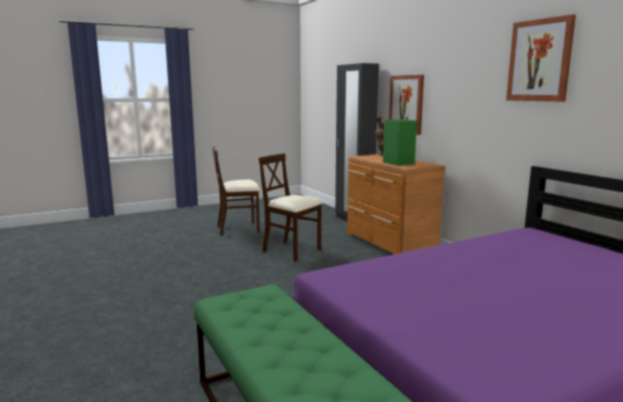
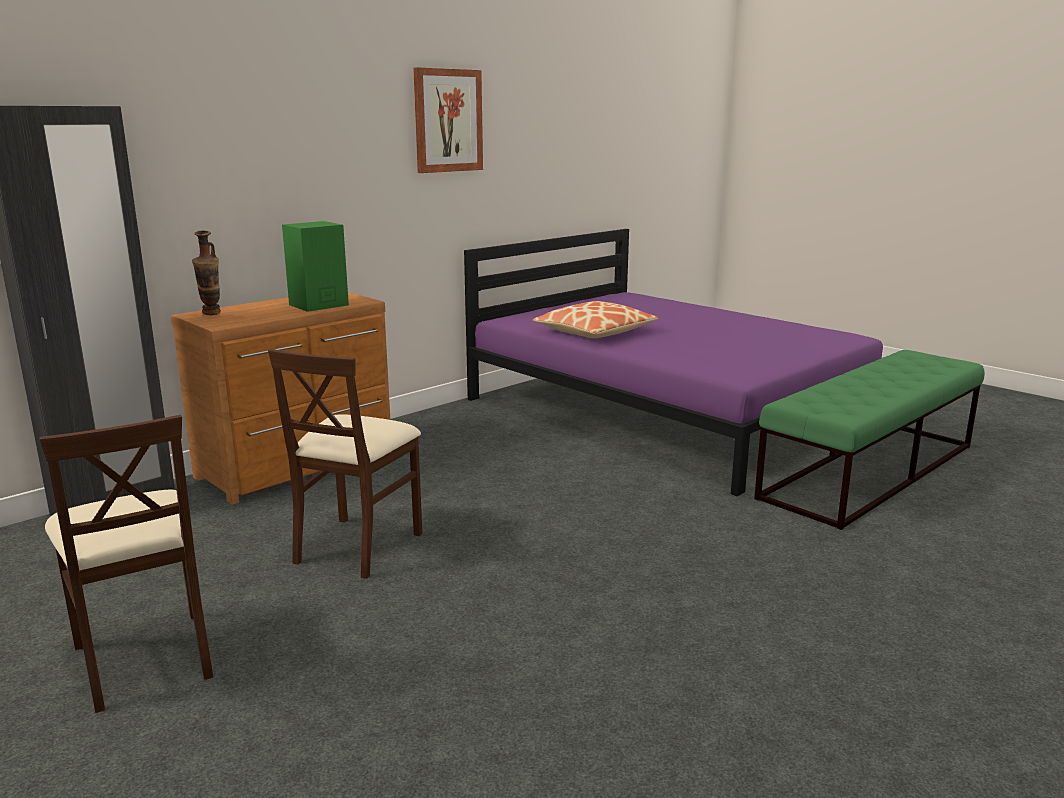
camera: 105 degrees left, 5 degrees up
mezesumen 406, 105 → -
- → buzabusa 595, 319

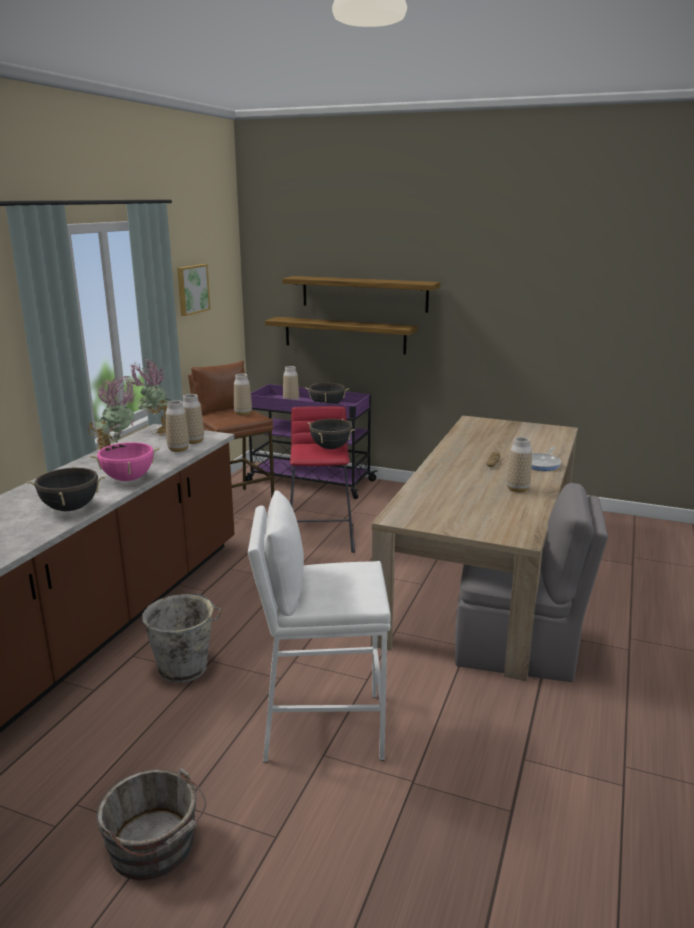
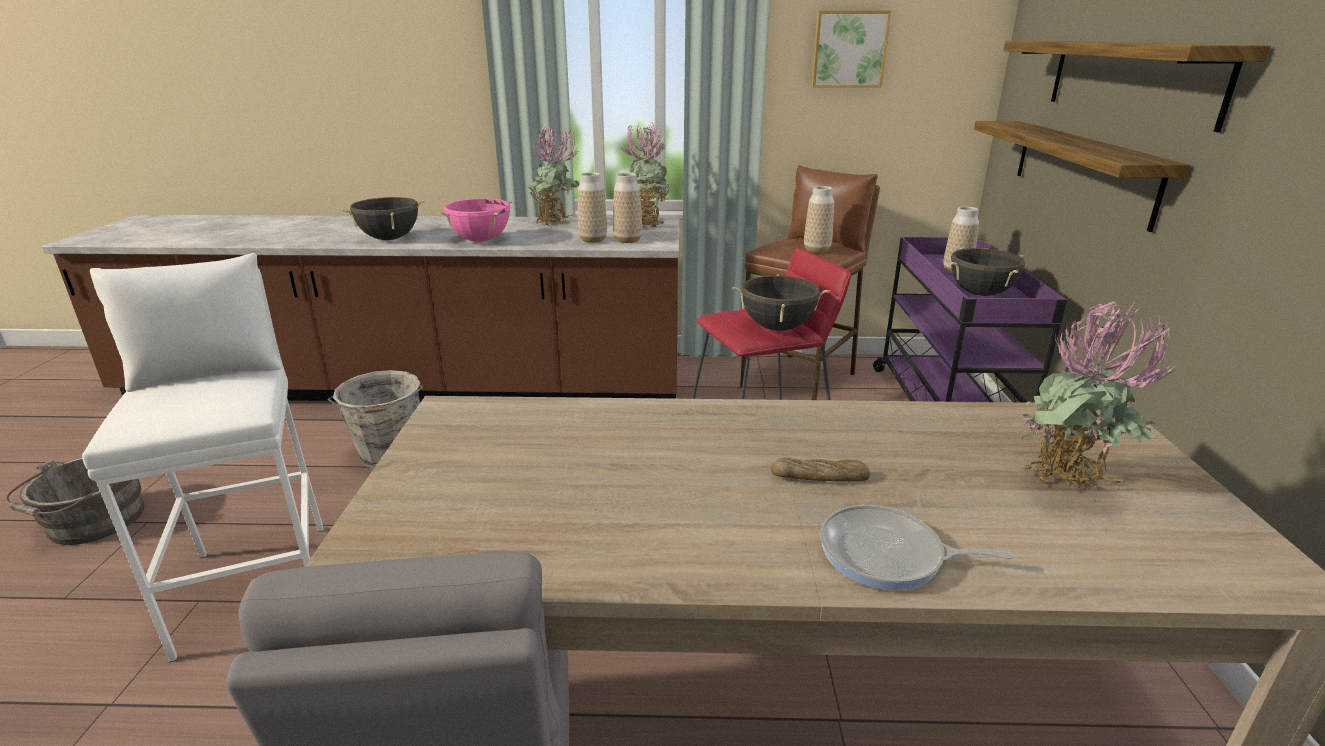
camera: 70 degrees right, 5 degrees up
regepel 519, 465 → -
- → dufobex 1098, 395

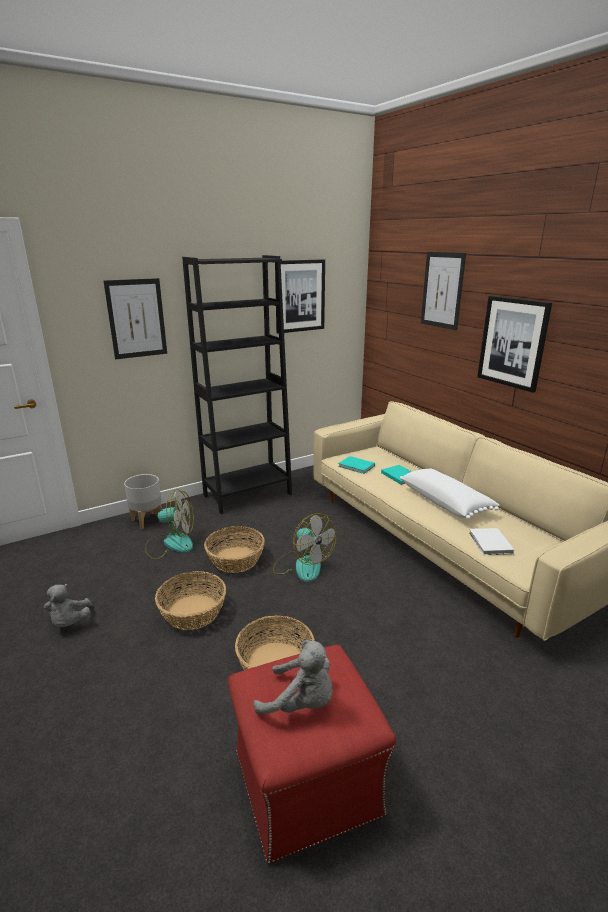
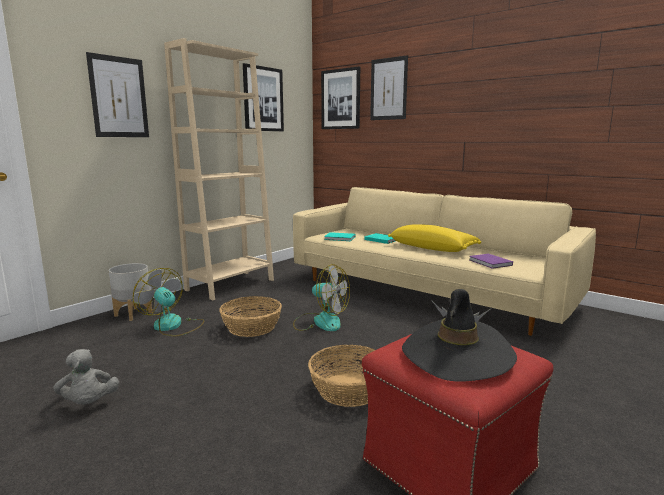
camera: 20 degrees left, 10 degrees down
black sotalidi 237, 384 → beige sotalidi 219, 169
mezesumen 514, 344 → mezesumen 340, 98, move
white buzabusa 449, 494 → yellow buzabusa 434, 238
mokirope 169, 524 → mokirope 168, 302, 120 degrees counterclockwise
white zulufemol 491, 541 → purple zulufemol 491, 261
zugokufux 190, 600 → -
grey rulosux 293, 677 → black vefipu 459, 335

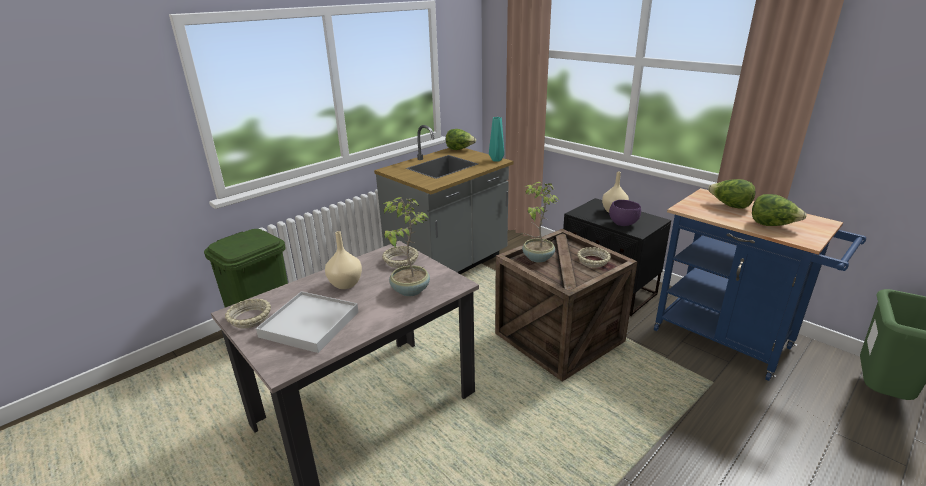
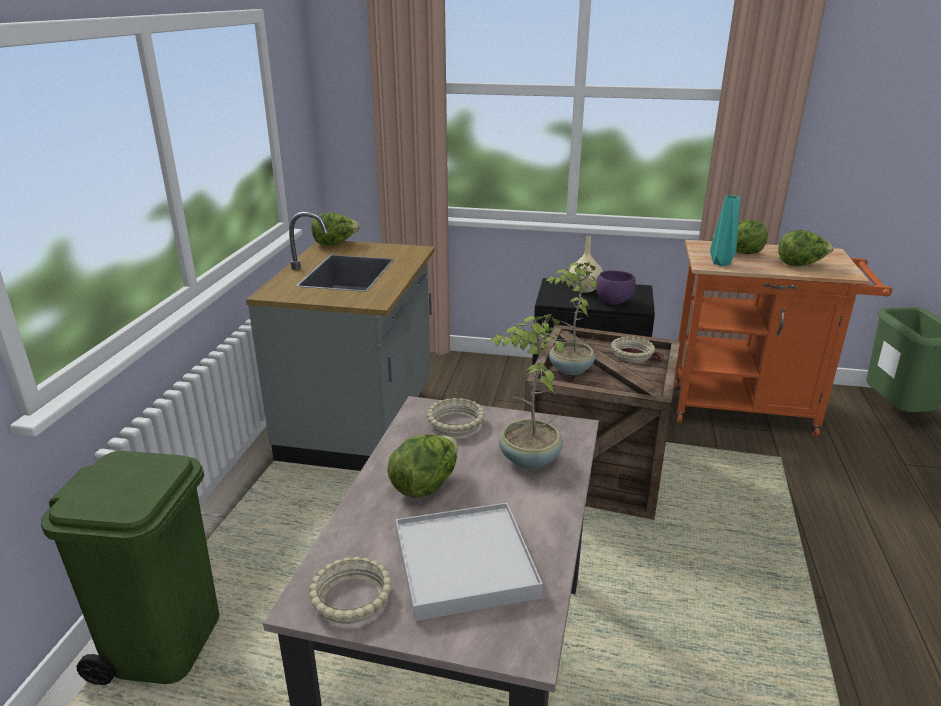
camera: 35 degrees left, 0 degrees up
turquoise regepel 496, 139 → turquoise regepel 725, 230, move
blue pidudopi 760, 284 → orange pidudopi 783, 338
beige regepel 343, 260 → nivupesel 422, 466

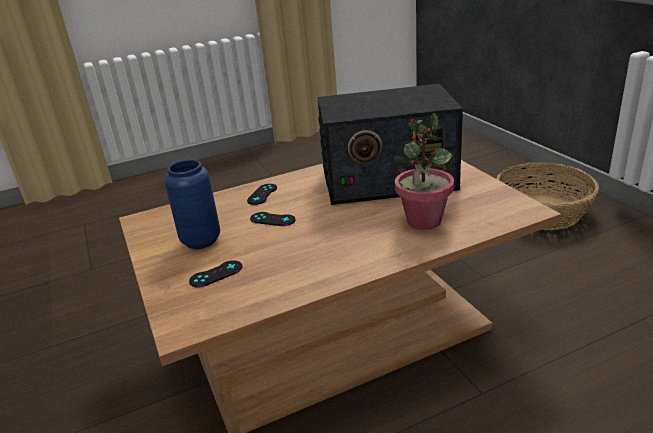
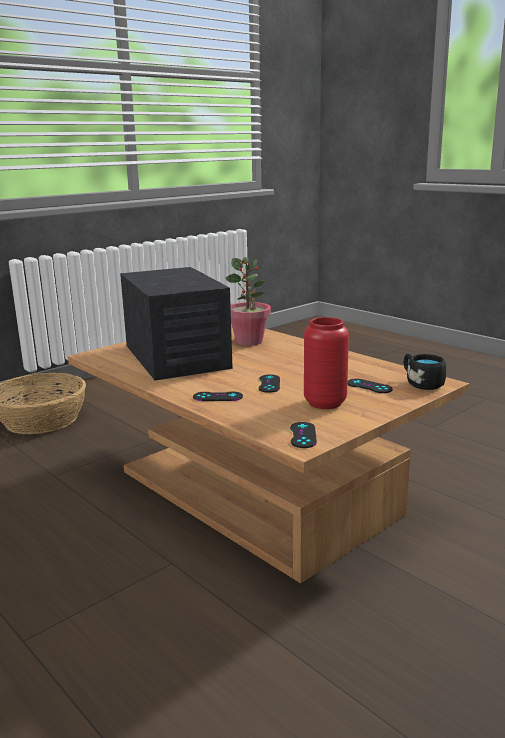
camera: 110 degrees left, 10 degrees down
blue regepel 192, 204 → red regepel 326, 363
- → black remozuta 425, 372
- → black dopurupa 303, 435

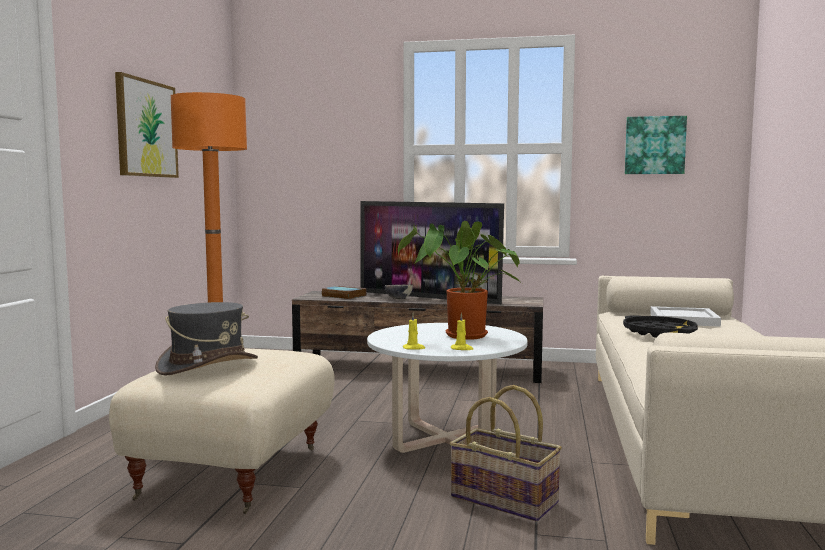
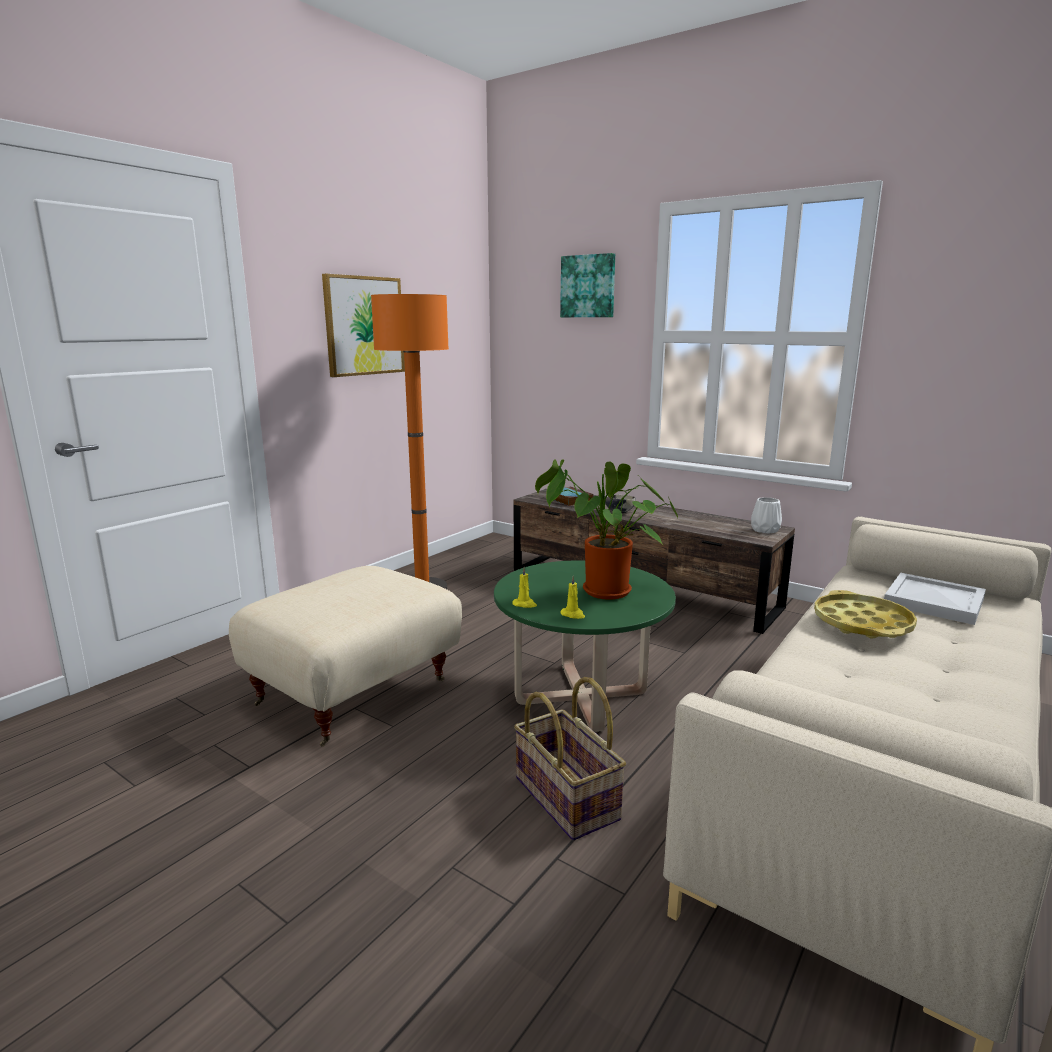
camera: 25 degrees right, 10 degrees up
mezesumen 656, 145 → mezesumen 587, 285, move
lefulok 432, 252 → -
grey vefipu 206, 339 → -
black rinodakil 660, 326 → yellow rinodakil 865, 614
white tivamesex 447, 388 → green tivamesex 585, 646
- → white regepel 766, 515

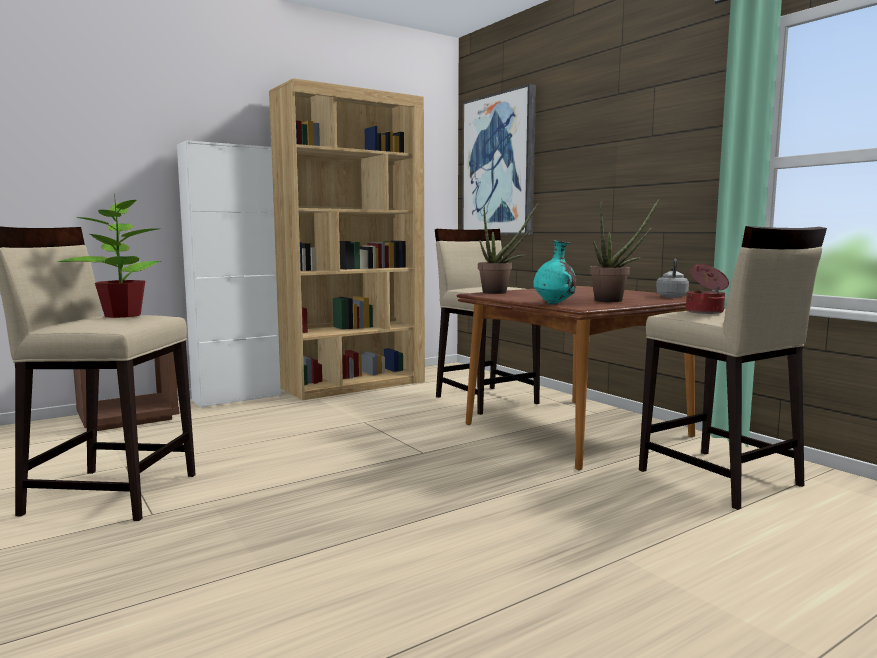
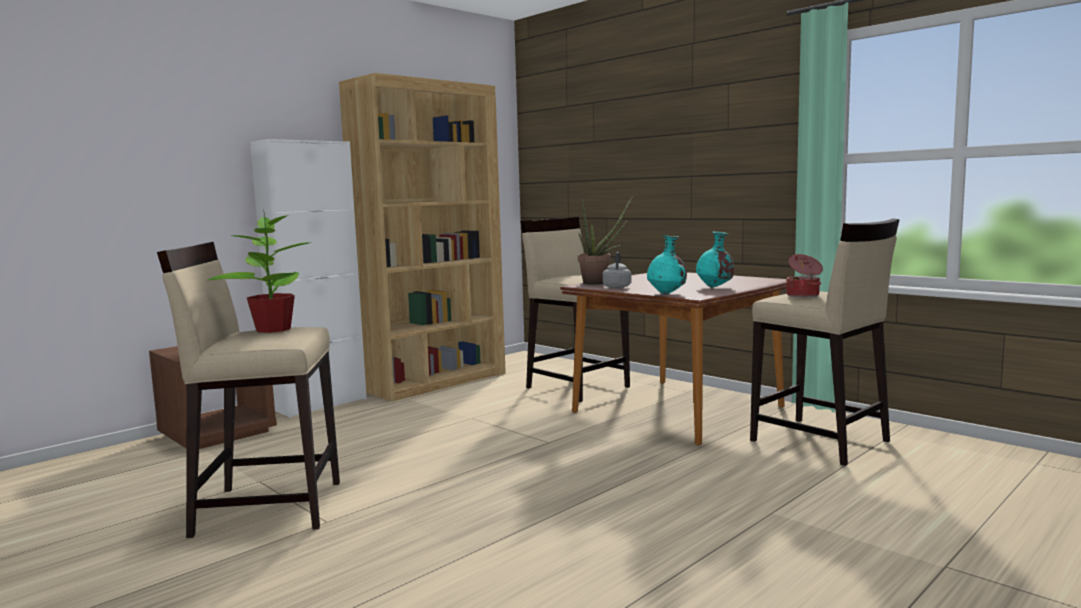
camera: 10 degrees left, 0 degrees up
mezesumen 499, 159 → -
dufobex 624, 250 → turquoise regepel 715, 259
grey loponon 672, 278 → grey loponon 616, 269, move

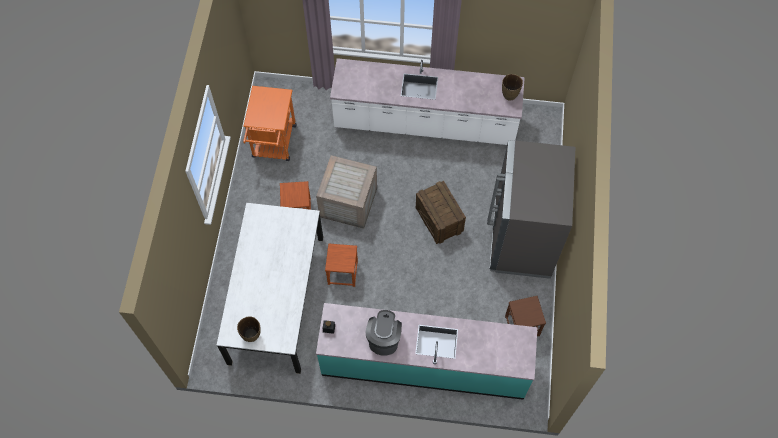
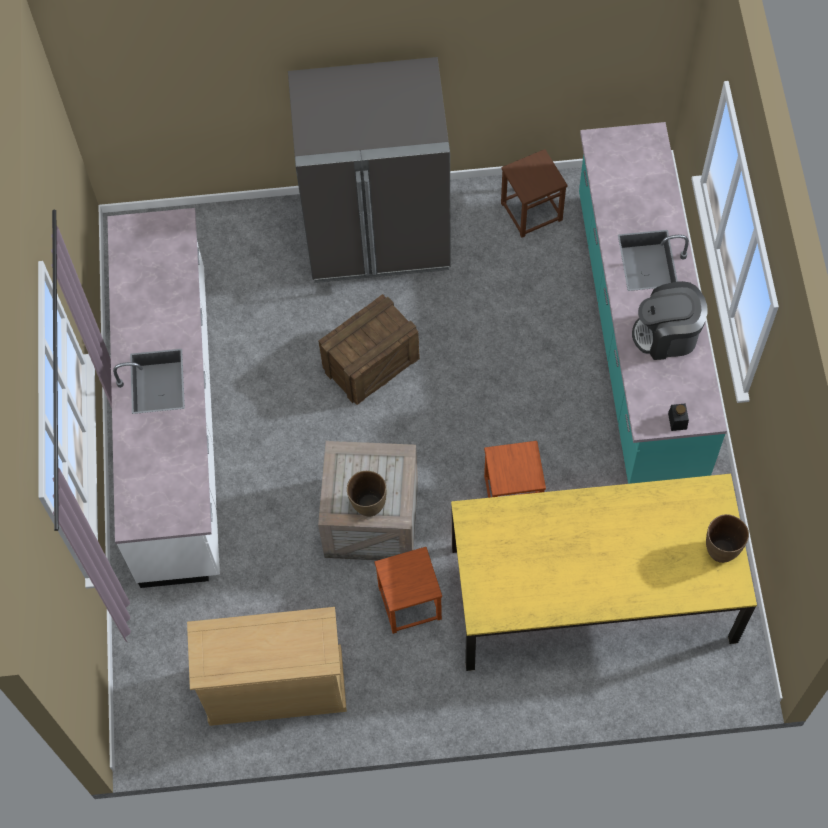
camera: 100 degrees left, 0 degrees up
brown regepel 512, 87 → brown regepel 366, 494, move
orange pidudopi 270, 123 → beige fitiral 267, 666
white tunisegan 270, 288 → yellow tunisegan 604, 572

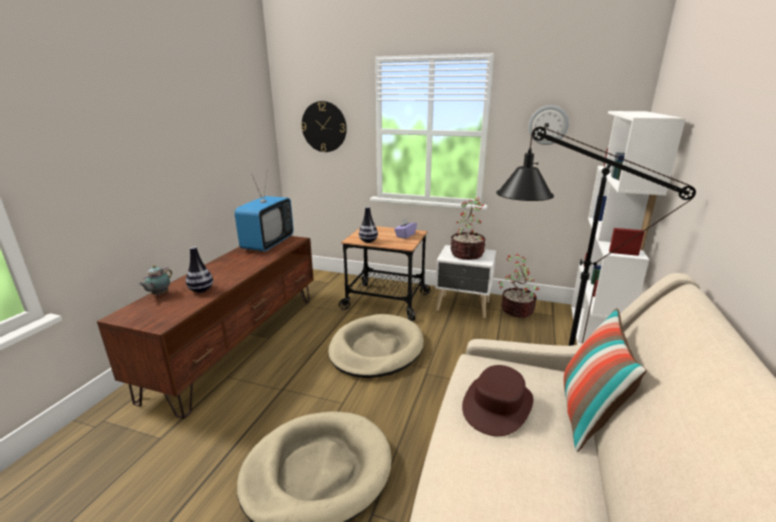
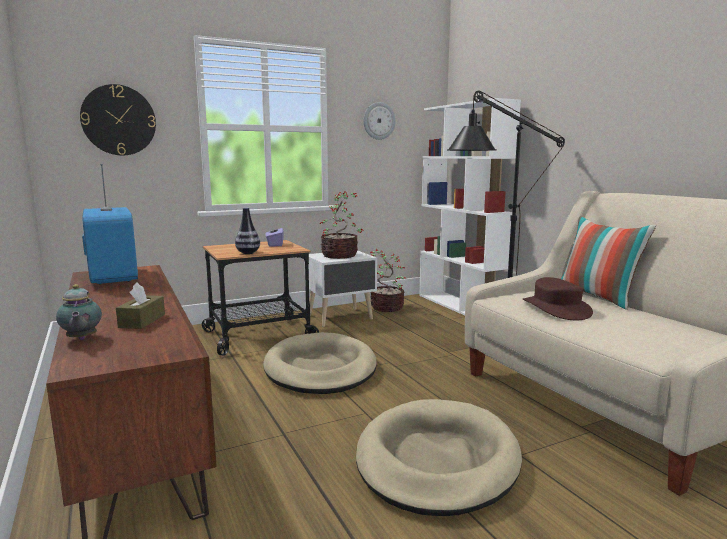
camera: 45 degrees left, 10 degrees down
regepel 199, 270 → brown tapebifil 140, 305

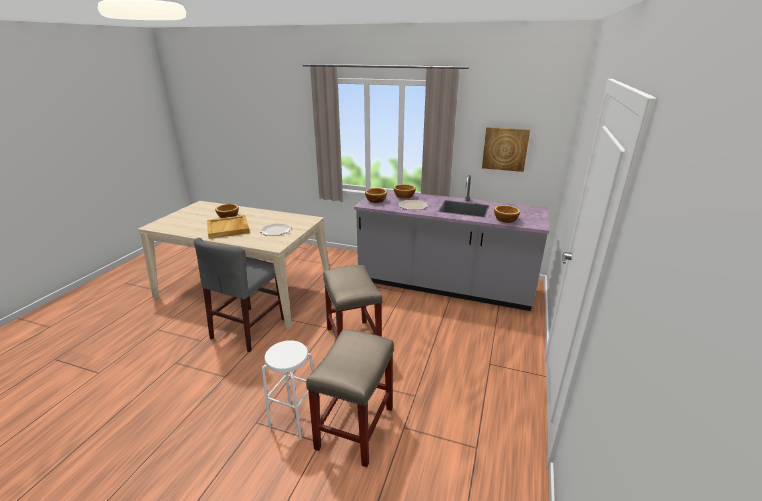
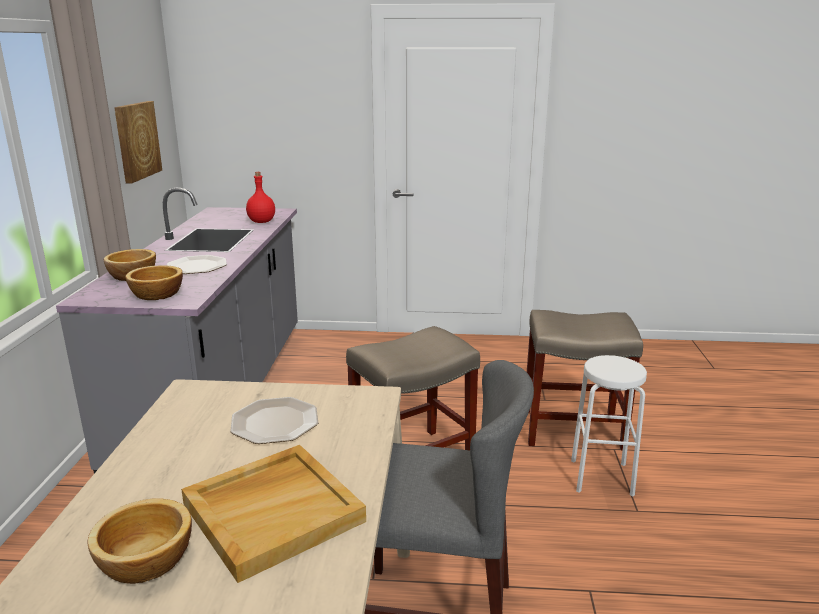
camera: 105 degrees left, 5 degrees down
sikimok 507, 214 → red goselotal 260, 197

